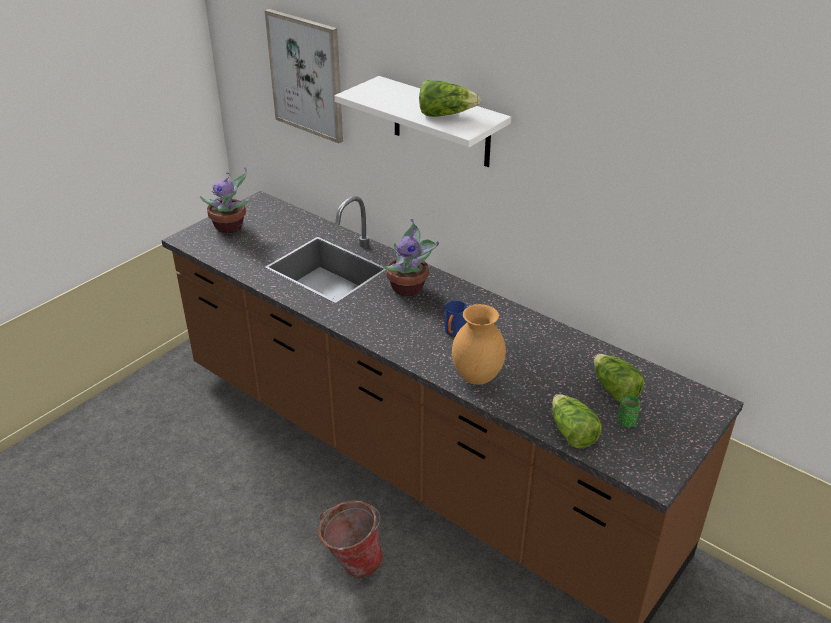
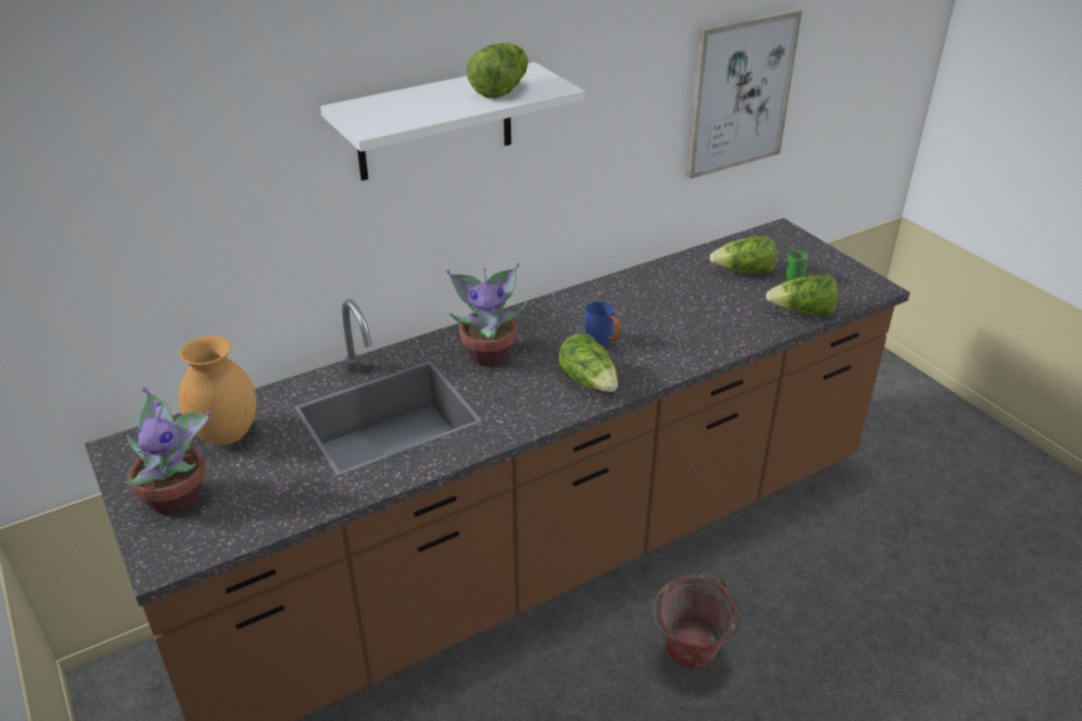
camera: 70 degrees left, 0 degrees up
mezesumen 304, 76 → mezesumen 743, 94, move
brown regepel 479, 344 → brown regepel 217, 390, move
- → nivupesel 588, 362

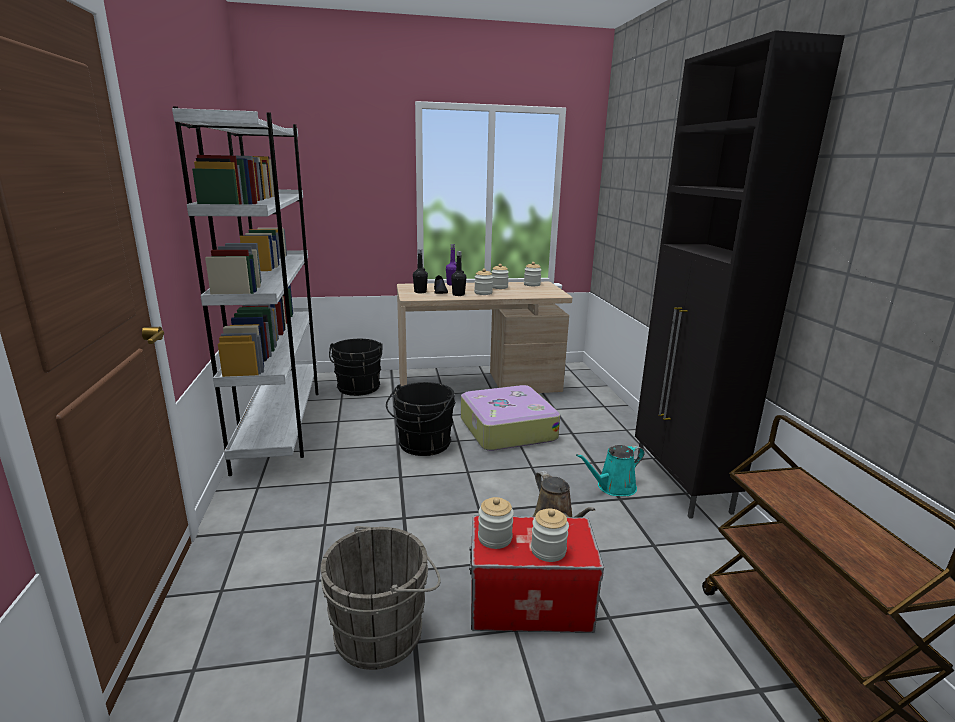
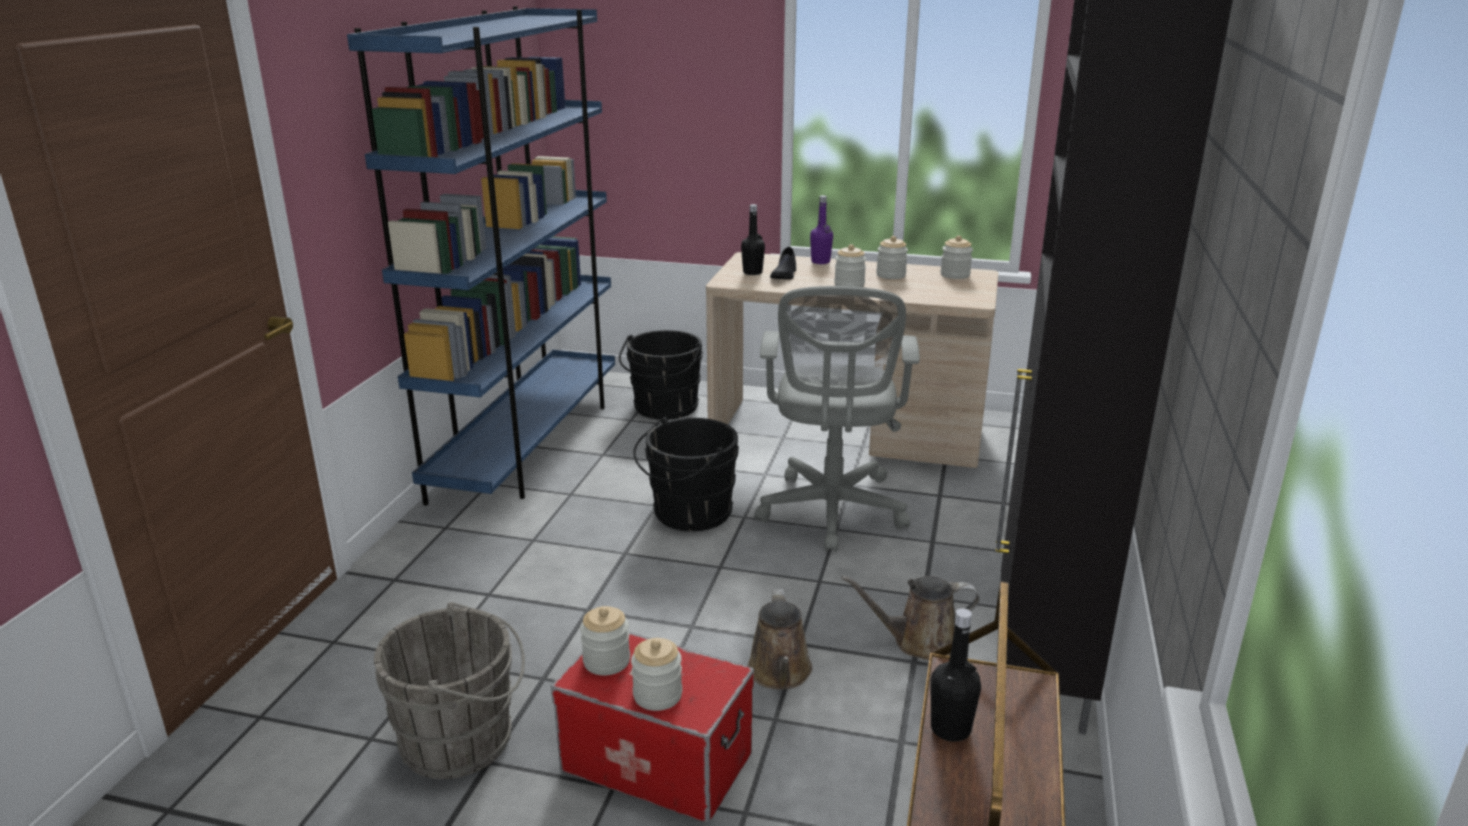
camera: 25 degrees right, 5 degrees up
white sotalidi 245, 291 → blue sotalidi 481, 255
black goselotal 458, 273 → black goselotal 956, 675, move
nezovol 510, 418 → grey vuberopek 837, 419
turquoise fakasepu 610, 470 → brown fakasepu 910, 618

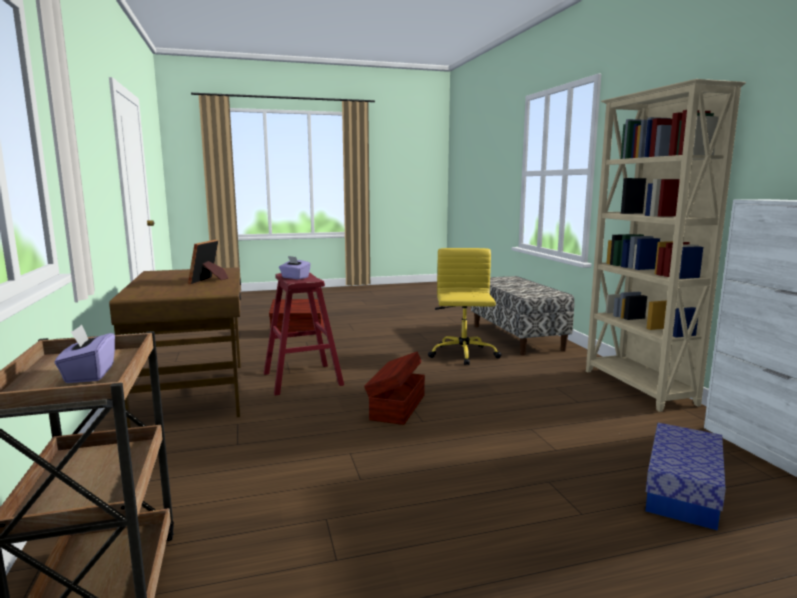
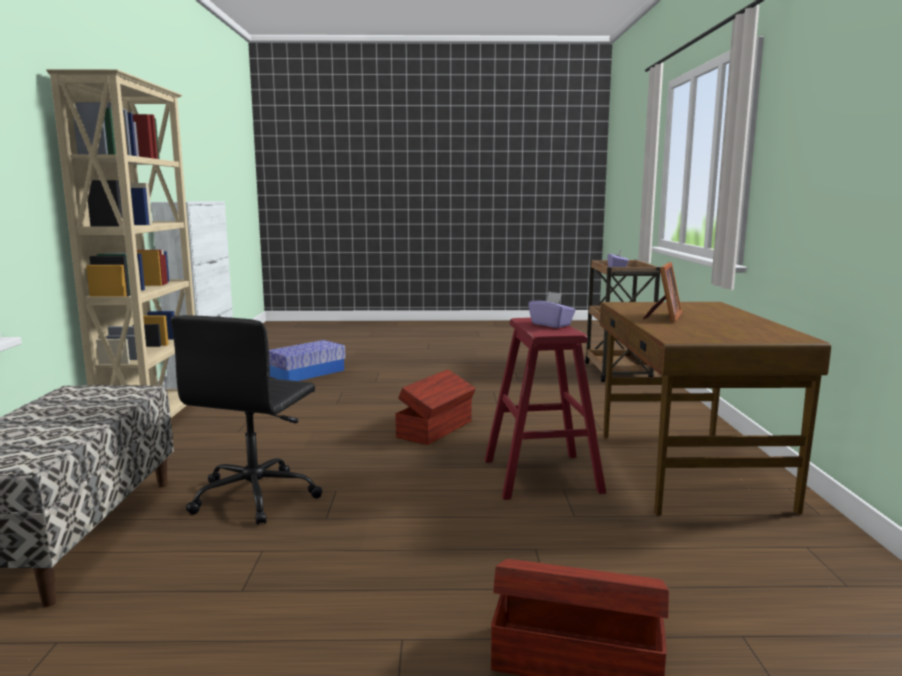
camera: 165 degrees left, 0 degrees up
yellow vuberopek 465, 306 → black vuberopek 246, 420

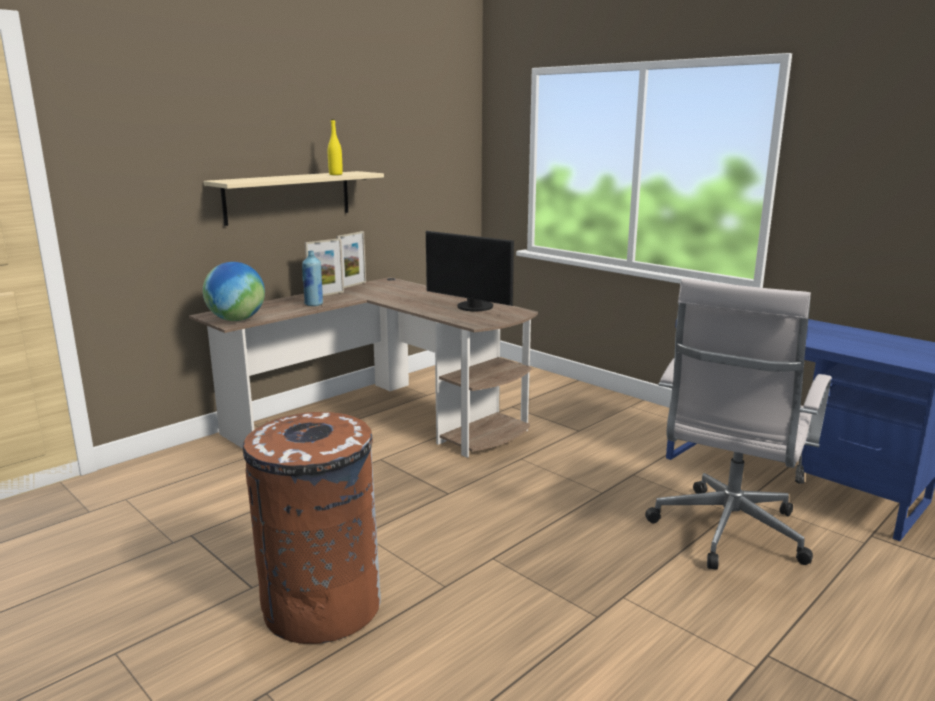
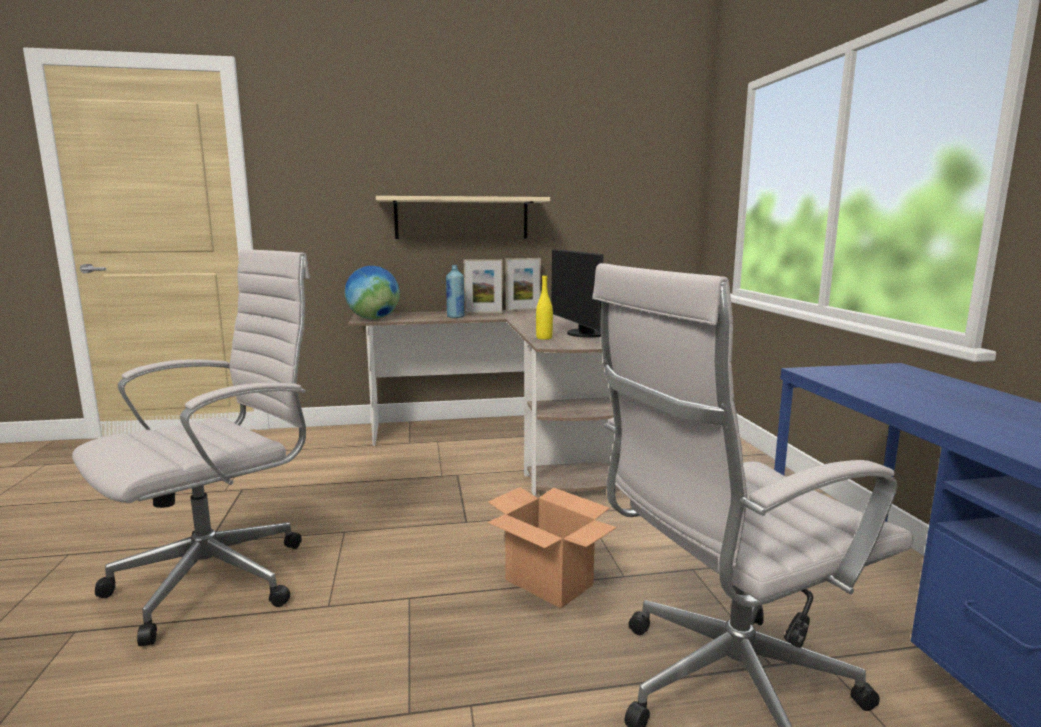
camera: 35 degrees right, 5 degrees down
yellow goselotal 335, 147 → yellow goselotal 544, 307, move
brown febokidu 312, 528 → white vuberopek 191, 447
- → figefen 552, 547

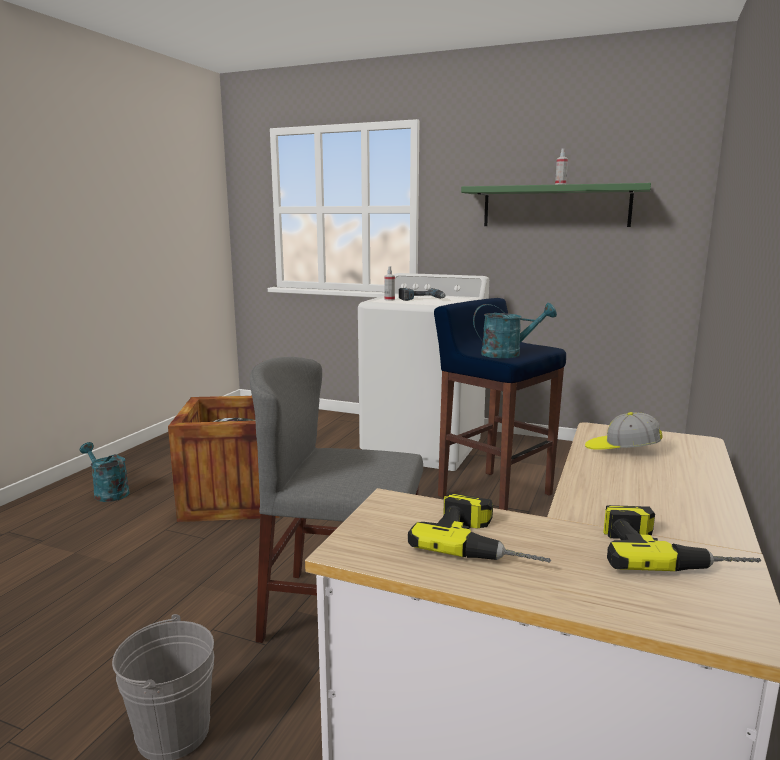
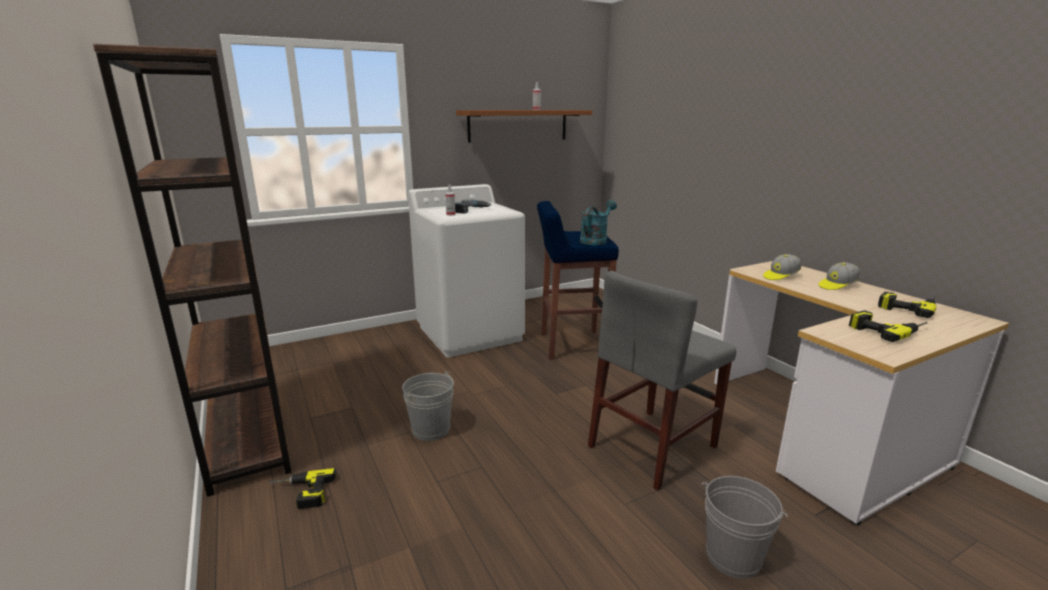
camera: 50 degrees left, 5 degrees up
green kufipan 556, 205 → brown kufipan 524, 126
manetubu 223, 459 → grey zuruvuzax 428, 406
turquoise fakasepu 105, 472 → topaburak 302, 488
- → brown sotalidi 192, 270
- → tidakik 839, 276

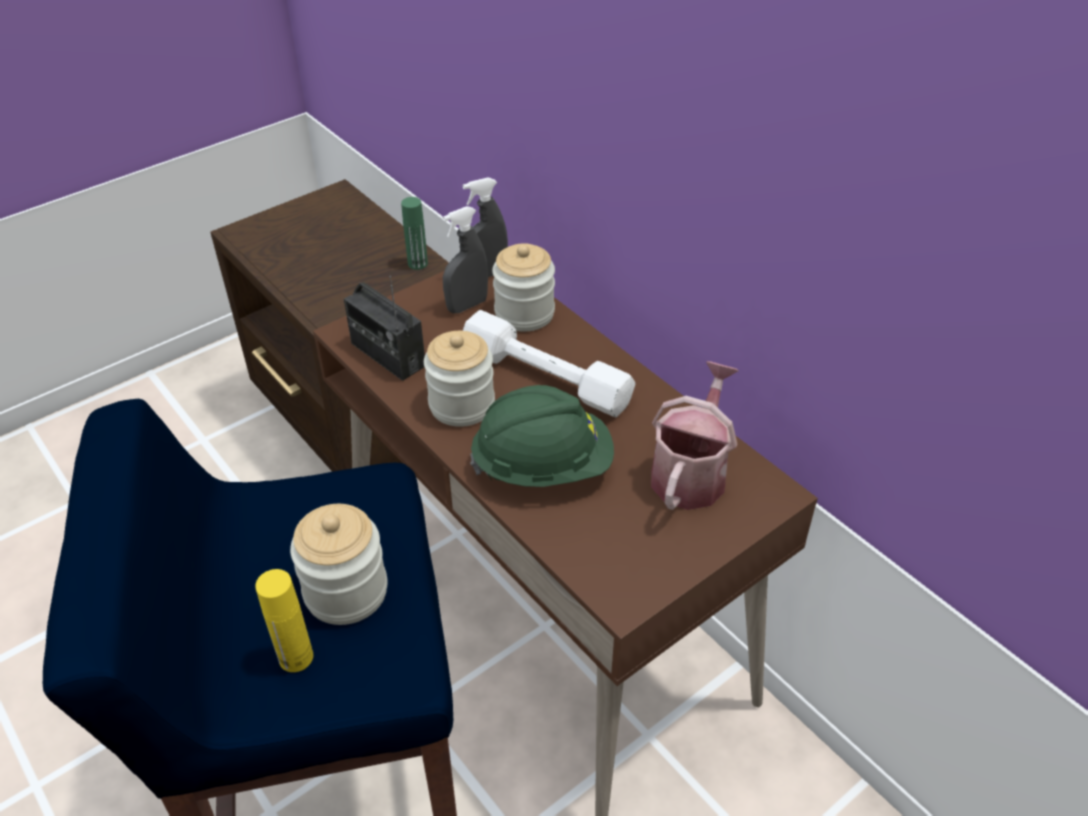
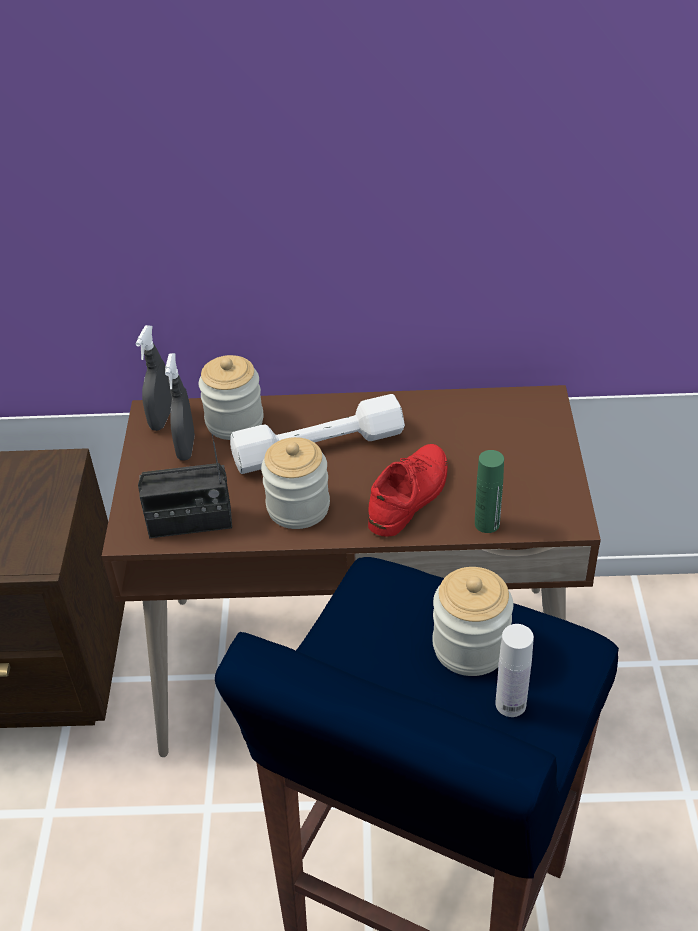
camera: 50 degrees left, 0 degrees up
green goselotal 414, 233 → green goselotal 489, 491, move
fakasepu 695, 435 → -
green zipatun 542, 436 → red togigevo 408, 490
yellow goselotal 284, 620 → white goselotal 514, 670

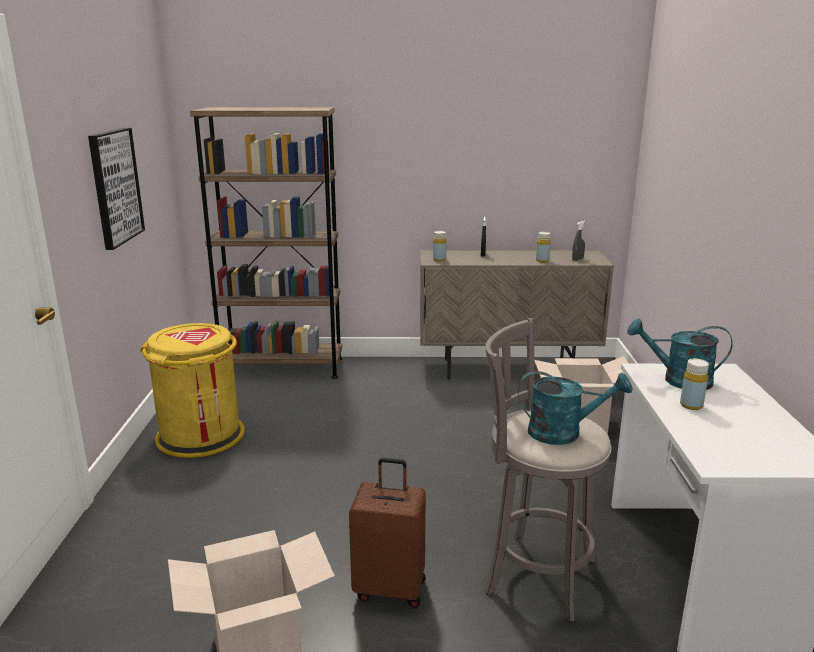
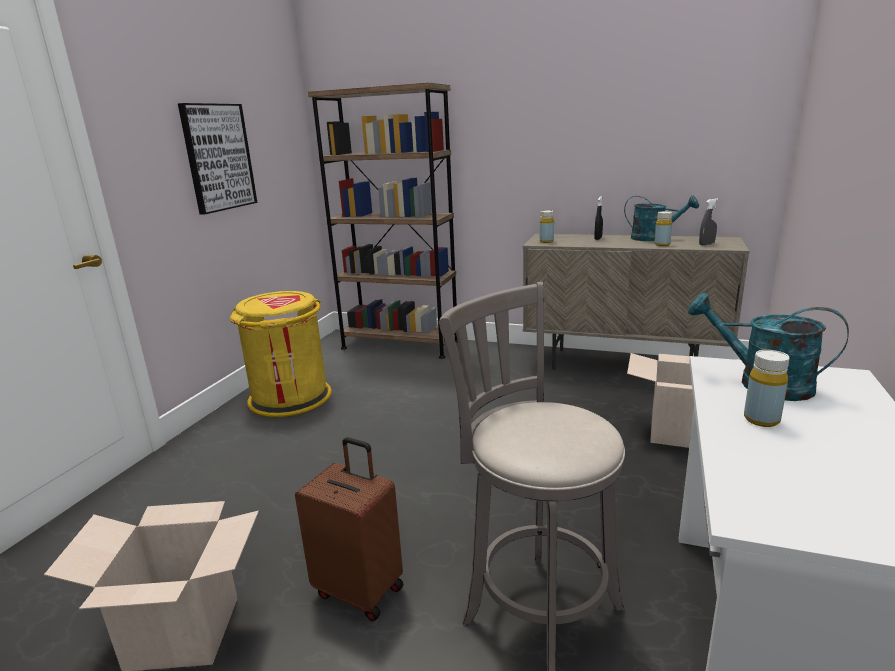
camera: 20 degrees right, 0 degrees up
turquoise fakasepu 575, 408 → turquoise fakasepu 661, 218, move

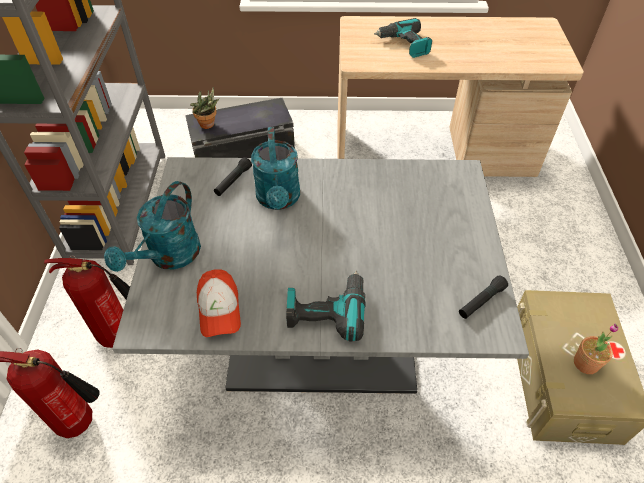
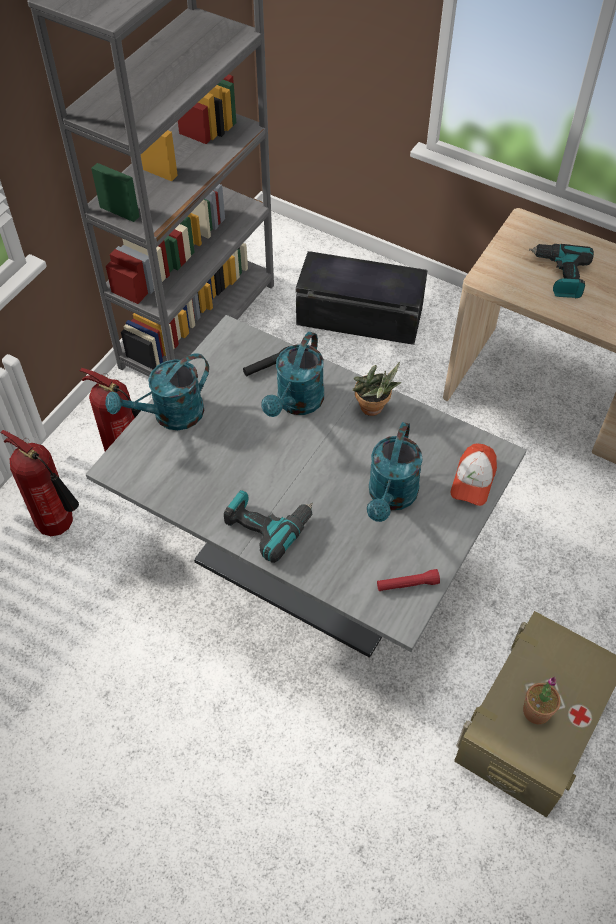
camera: 30 degrees right, 5 degrees up
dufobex 204, 107 → dufobex 376, 389, move
tidakik 219, 303 → tidakik 473, 474, move
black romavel 483, 297 → red romavel 408, 580
- → turquoise fakasepu 395, 472

